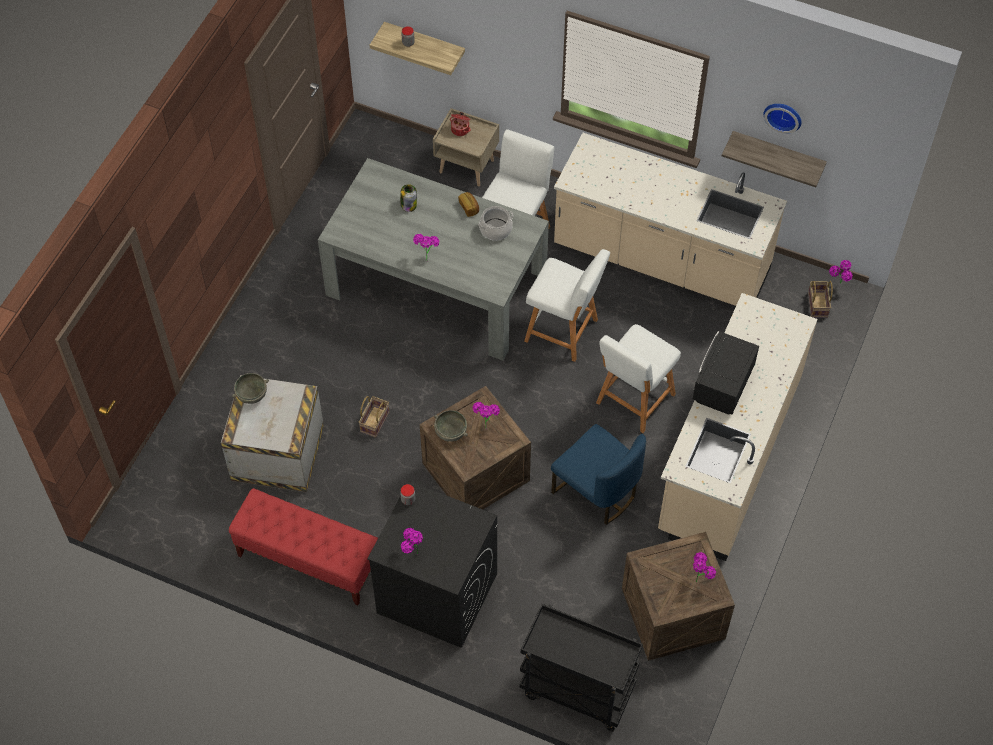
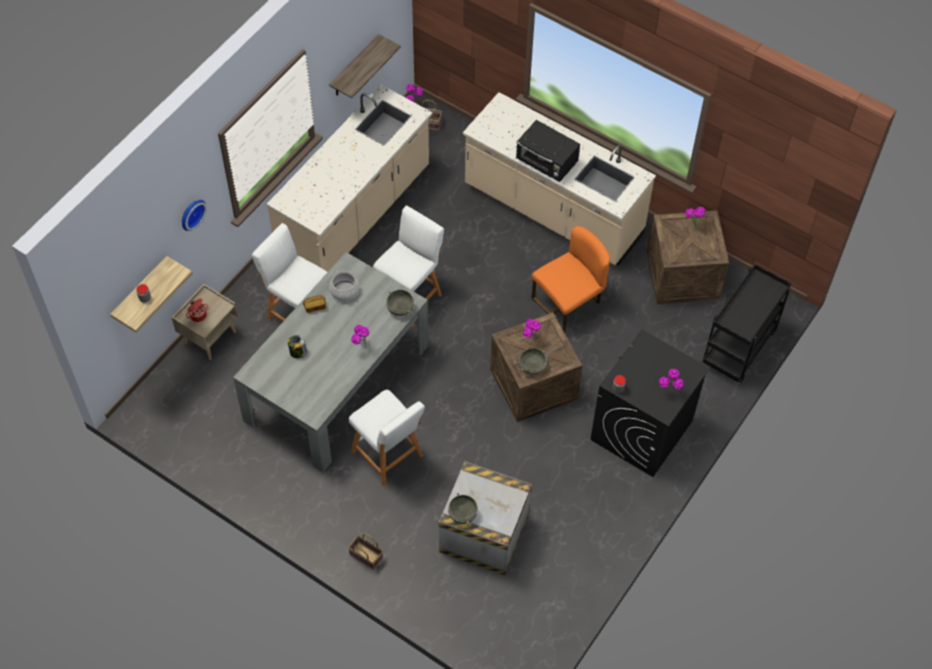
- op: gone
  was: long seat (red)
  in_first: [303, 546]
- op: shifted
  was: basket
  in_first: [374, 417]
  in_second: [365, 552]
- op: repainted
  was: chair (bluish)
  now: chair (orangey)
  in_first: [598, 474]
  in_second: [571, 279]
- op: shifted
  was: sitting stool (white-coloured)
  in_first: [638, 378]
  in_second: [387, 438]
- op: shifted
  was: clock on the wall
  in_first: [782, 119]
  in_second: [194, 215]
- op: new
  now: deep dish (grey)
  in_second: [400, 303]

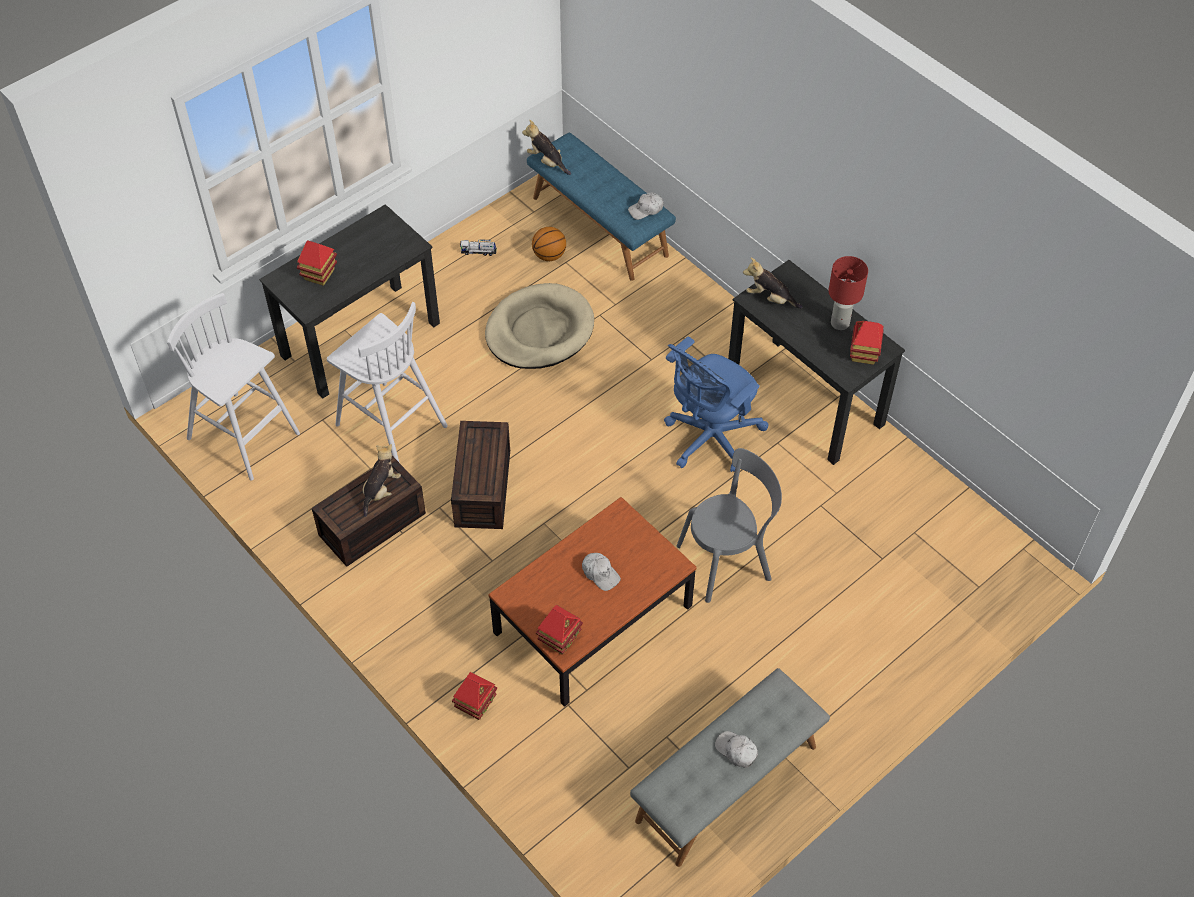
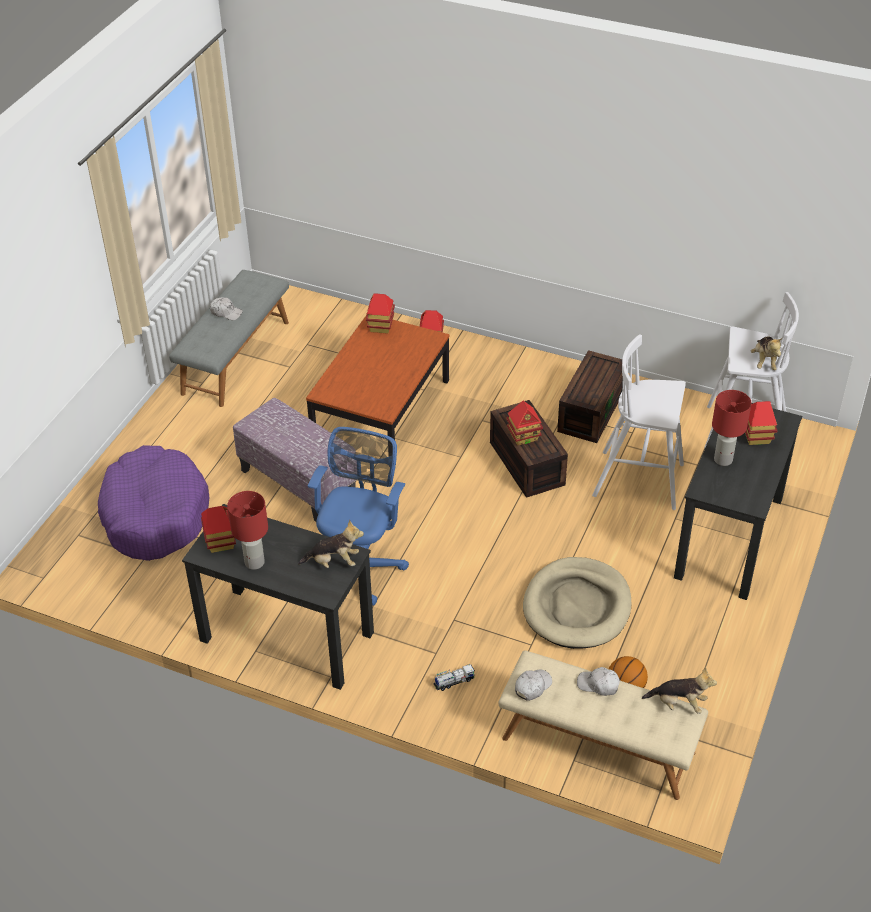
- op: shifted
  was: plush toy
  in_first: [382, 480]
  in_second: [767, 353]
- op: shifted
  was: toy lorry
  in_first: [478, 248]
  in_second: [454, 677]
- op: repainted
  was: long seat (bluish)
  now: long seat (beige-coloured)
  in_first: [601, 207]
  in_second: [603, 725]
- op: shifted
  was: peaked cap (white-coloured)
  in_first: [601, 572]
  in_second: [598, 681]
- op: swapped
  was: chair (grey)
  now: footrest
  in_first: [729, 525]
  in_second: [295, 460]
- op: new
  now: pet bed (purplish)
  in_second: [153, 503]
- op: new
  now: model house
  in_second: [524, 423]
- op: new
  now: table lamp (red)
  in_second: [732, 428]

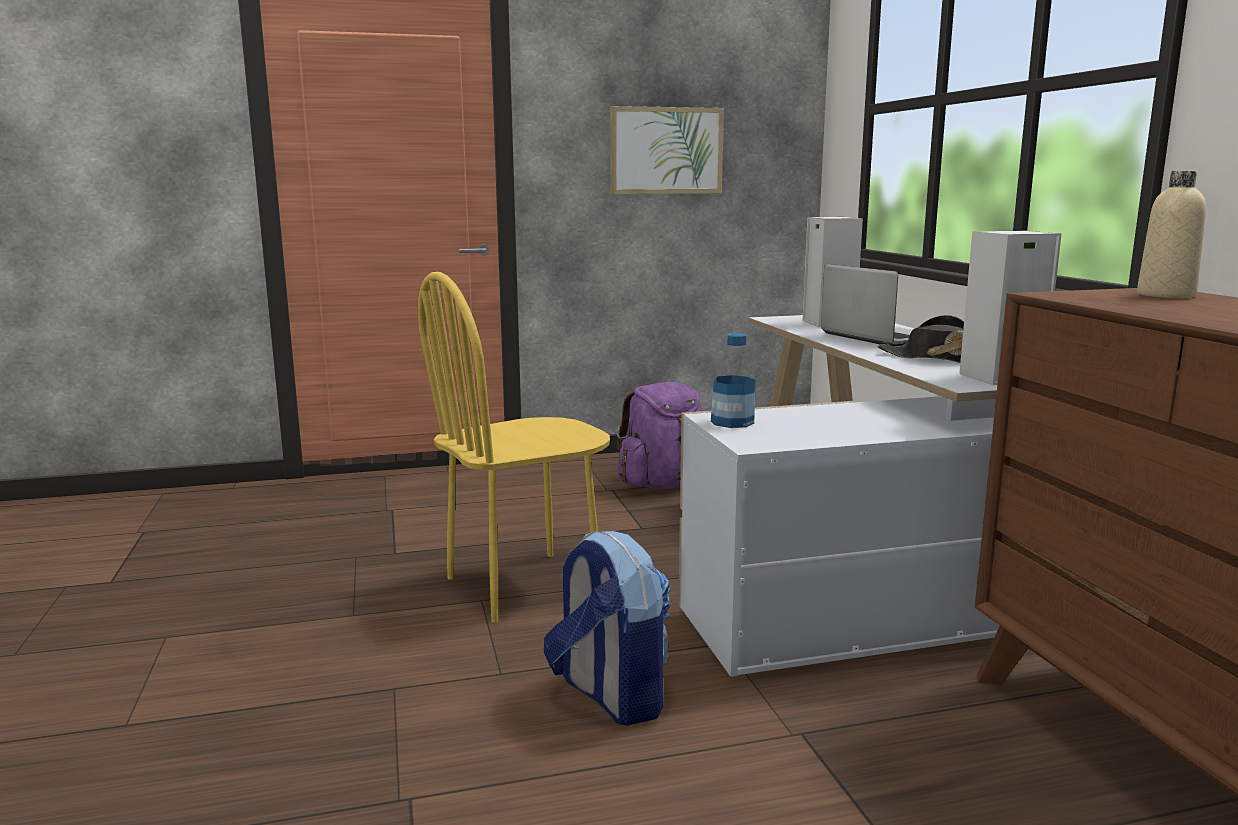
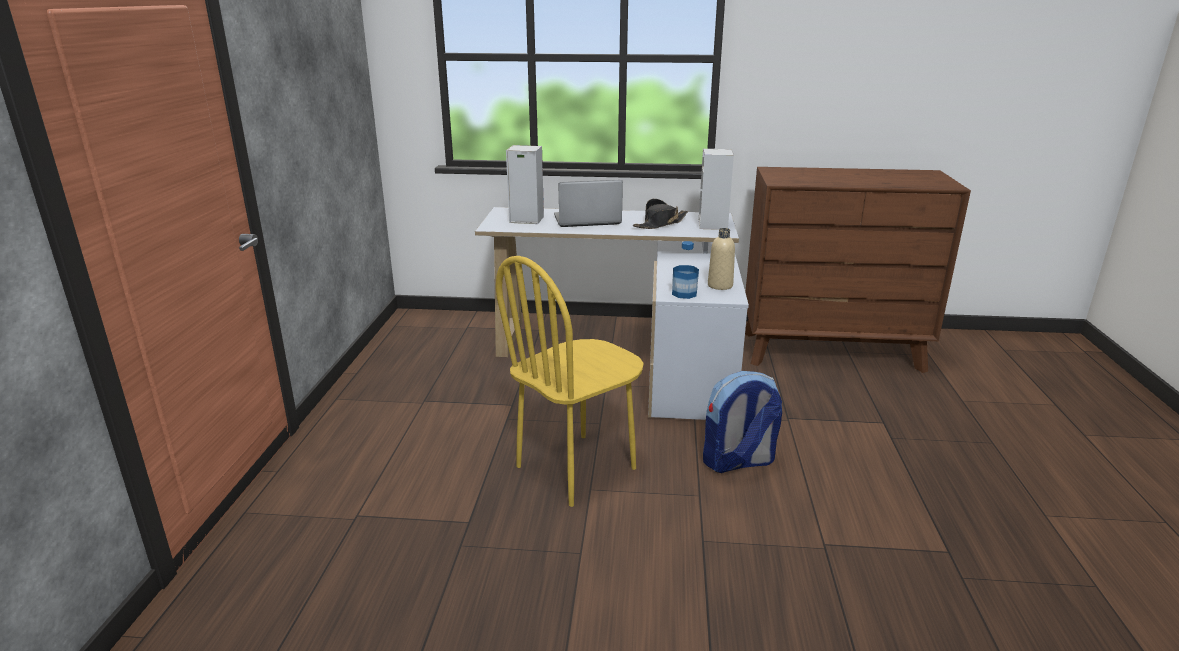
- op: rotated
  was: chair (yellow-coloured)
  in_first: [514, 447]
  in_second: [570, 381]
  clockwise: 60
- op: gone
  was: wall picture
  in_first: [667, 150]
- op: gone
  was: rucksack (purplish)
  in_first: [660, 435]
- op: shifted
  was: drink bottle (beige-coloured)
  in_first: [1171, 234]
  in_second: [721, 259]

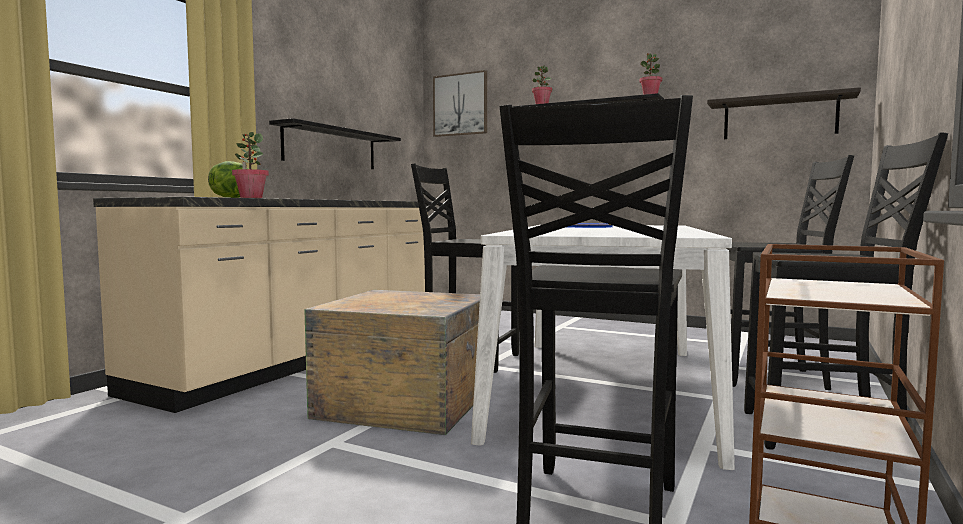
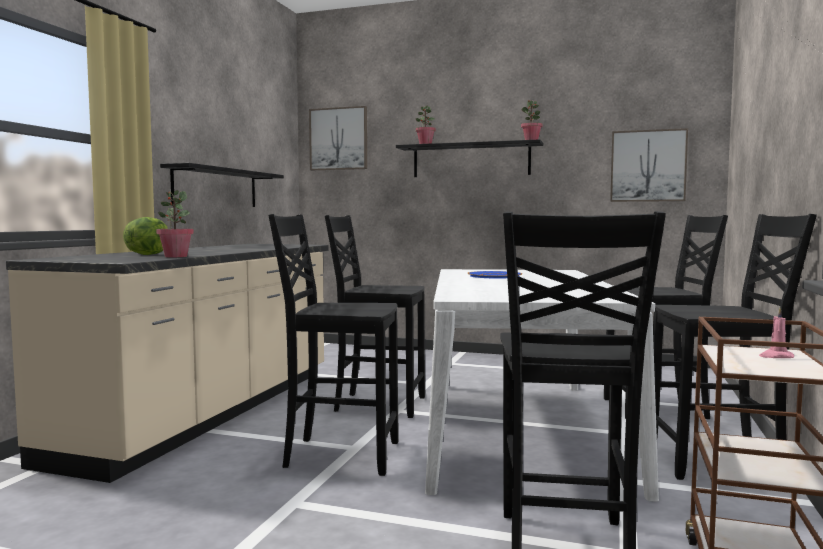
- op: swapped
  was: packing crate
  now: chair (black-coloured)
  in_first: [392, 362]
  in_second: [333, 345]
- op: swapped
  was: bracket shelf
  now: wall picture
  in_first: [784, 113]
  in_second: [649, 165]
- op: new
  now: candle (pink)
  in_second: [776, 332]

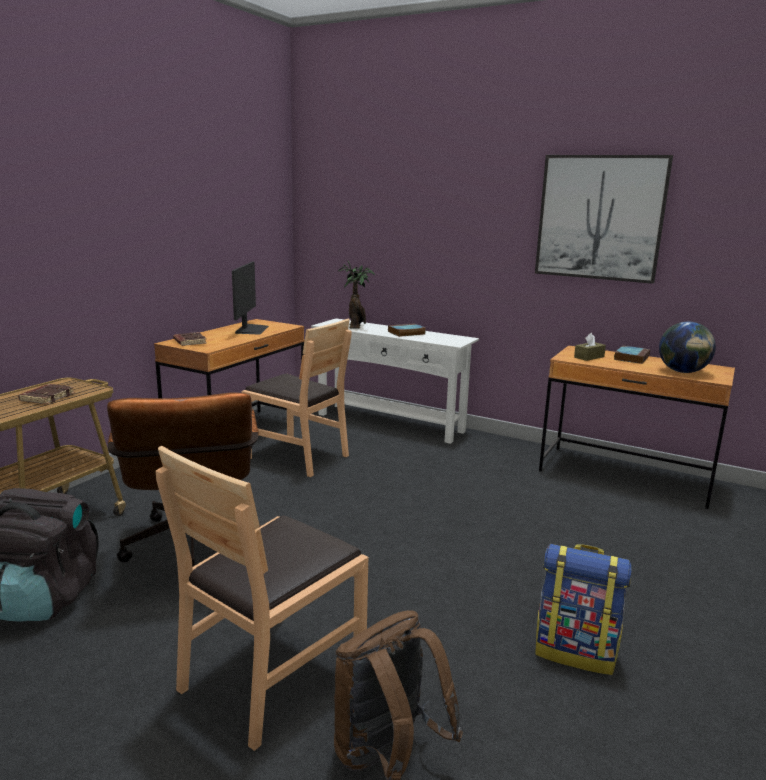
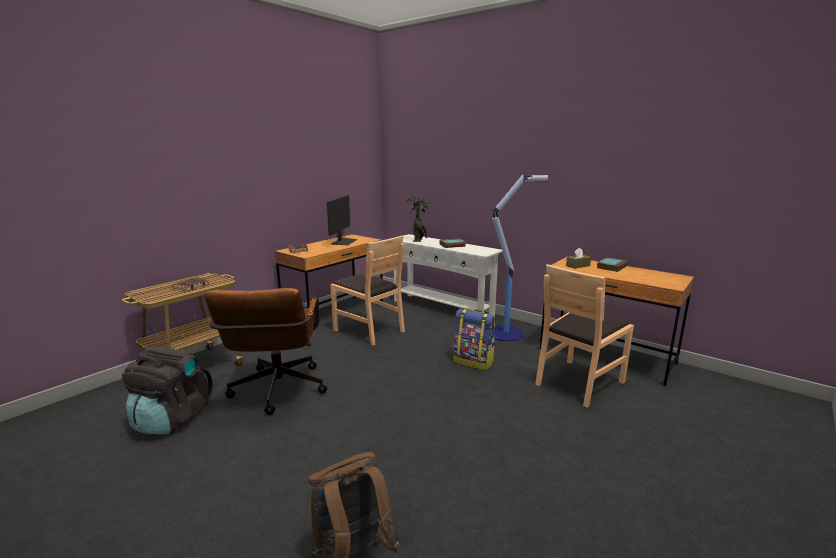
- op: shifted
  was: chair (brown-coloured)
  in_first: [262, 598]
  in_second: [584, 336]
- op: gone
  was: wall picture
  in_first: [604, 219]
- op: shifted
  was: rucksack
  in_first: [583, 609]
  in_second: [474, 339]
- op: gone
  was: globe
  in_first: [687, 347]
- op: new
  now: floor lamp
  in_second: [520, 258]

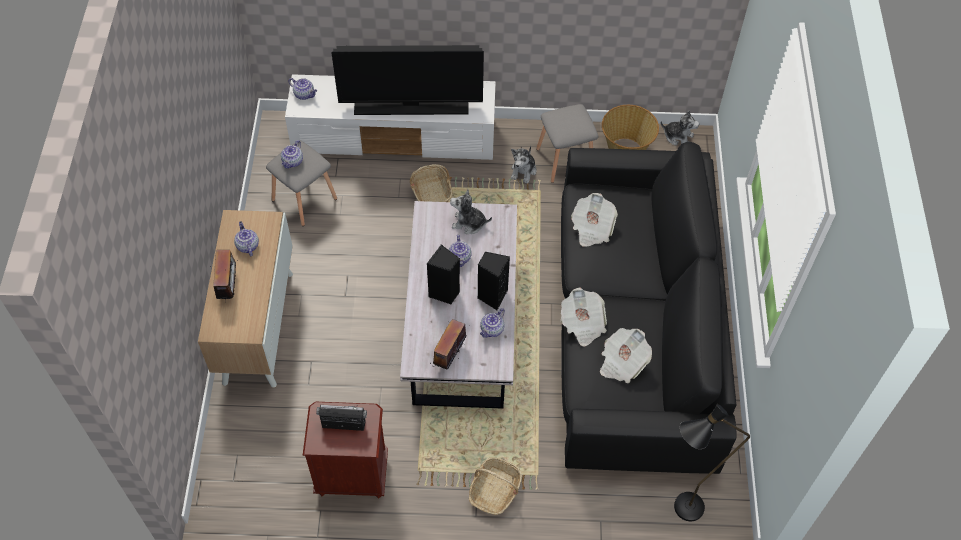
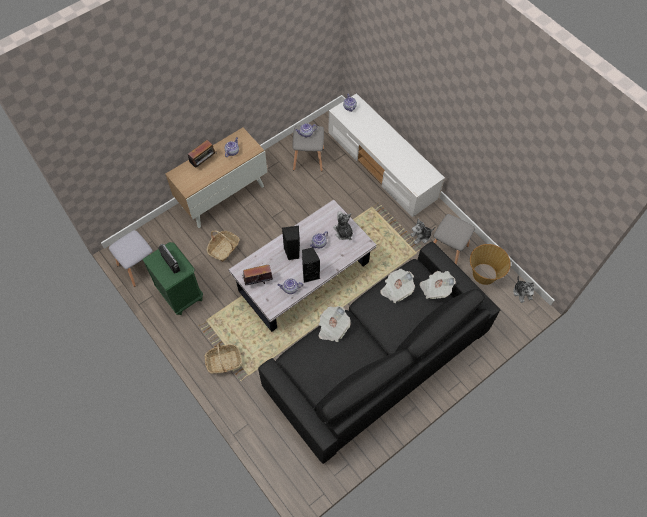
- op: repainted
  was: night table (brown-coloured)
  now: night table (greenish)
  in_first: [345, 450]
  in_second: [172, 278]
- op: gone
  was: television
  in_first: [407, 80]
- op: shifted
  was: basket
  in_first: [431, 183]
  in_second: [223, 246]
- op: shifted
  was: daily paper
  in_first: [626, 355]
  in_second: [437, 285]
- op: gone
  was: floor lamp (black-coloured)
  in_first: [712, 462]
- op: new
  now: sitting stool (grey)
  in_second: [131, 258]

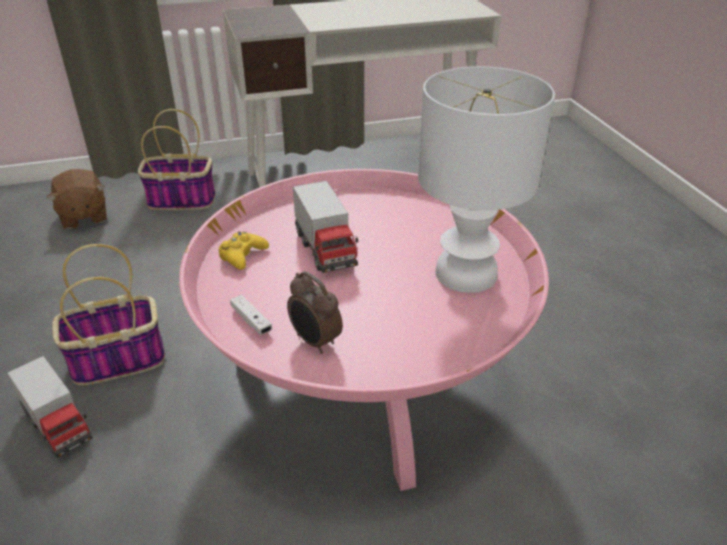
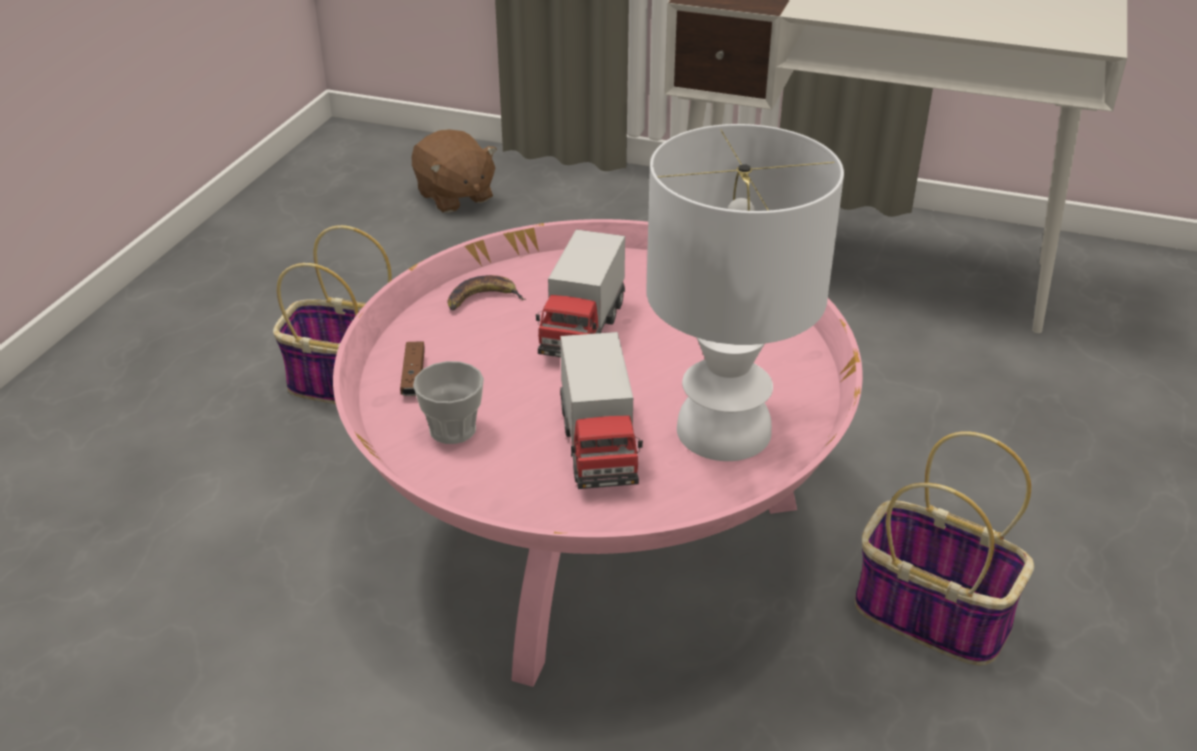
- op: shifted
  was: toy lorry
  in_first: [50, 407]
  in_second: [601, 410]
- op: rotated
  was: plush toy (brown-coloured)
  in_first: [77, 199]
  in_second: [454, 171]
  clockwise: -45
- op: shifted
  was: basket
  in_first: [177, 159]
  in_second: [944, 548]
- op: swapped
  was: game controller (yellow-coloured)
  now: banana
  in_first: [244, 250]
  in_second: [487, 292]
- op: repainted
  was: game controller (white-coloured)
  now: game controller (brown-coloured)
  in_first: [251, 315]
  in_second: [412, 368]
- op: swapped
  was: table clock
  now: drinking cup
  in_first: [315, 312]
  in_second: [448, 402]

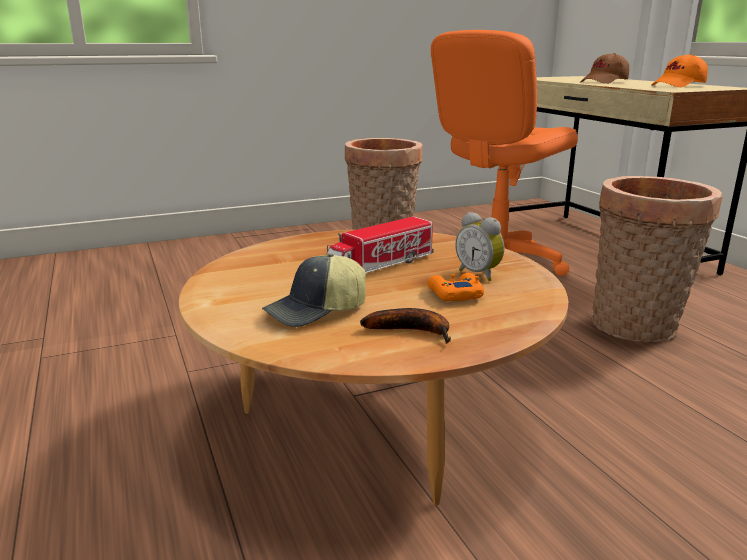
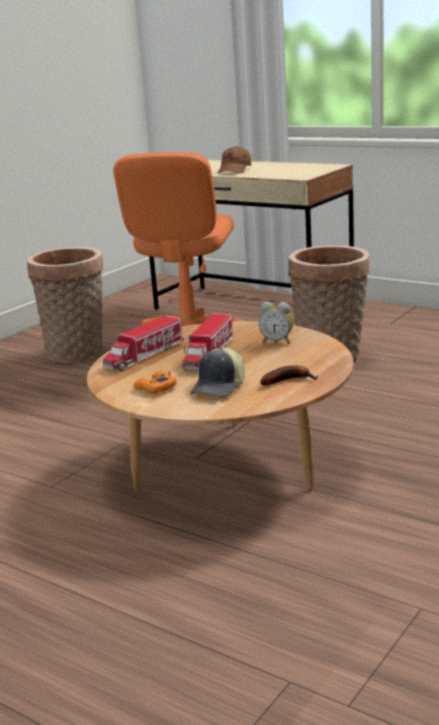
- op: shifted
  was: game controller (orangey)
  in_first: [455, 287]
  in_second: [155, 382]
- op: gone
  was: peaked cap (orangey)
  in_first: [679, 70]
- op: new
  now: toy lorry
  in_second: [143, 343]

